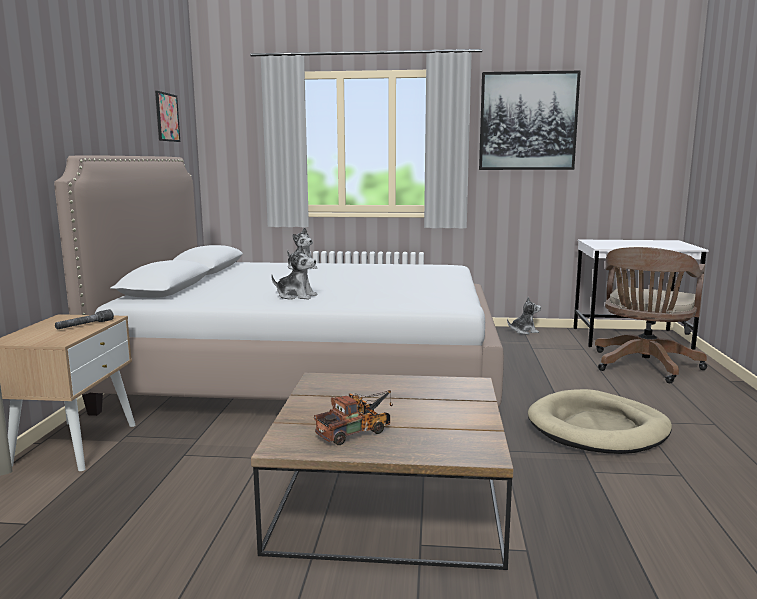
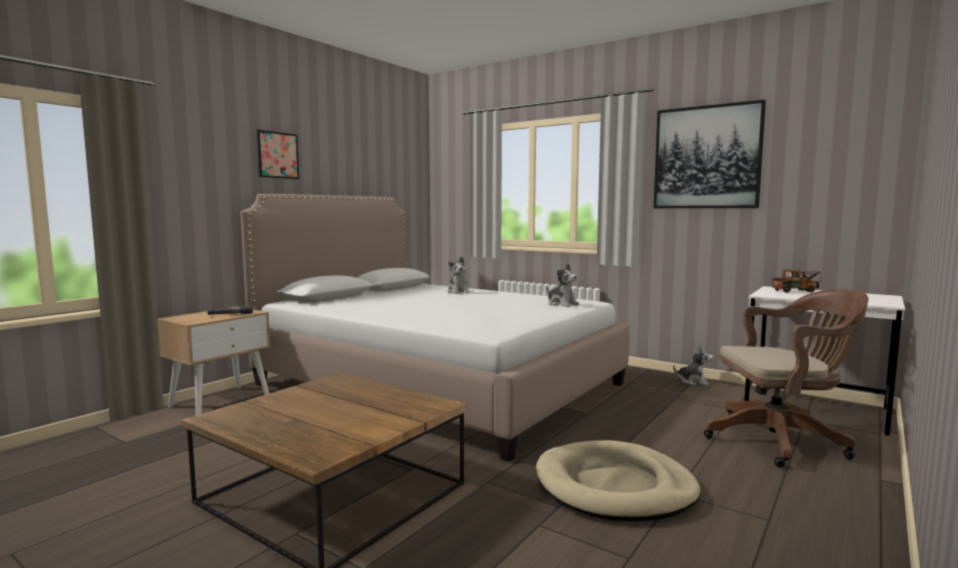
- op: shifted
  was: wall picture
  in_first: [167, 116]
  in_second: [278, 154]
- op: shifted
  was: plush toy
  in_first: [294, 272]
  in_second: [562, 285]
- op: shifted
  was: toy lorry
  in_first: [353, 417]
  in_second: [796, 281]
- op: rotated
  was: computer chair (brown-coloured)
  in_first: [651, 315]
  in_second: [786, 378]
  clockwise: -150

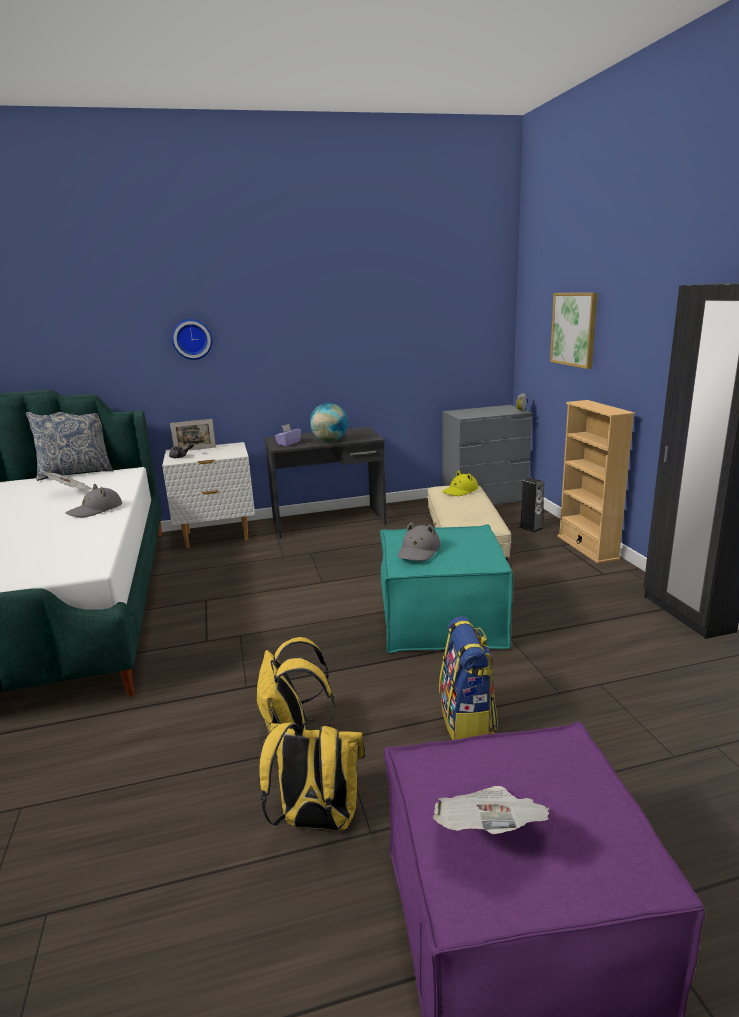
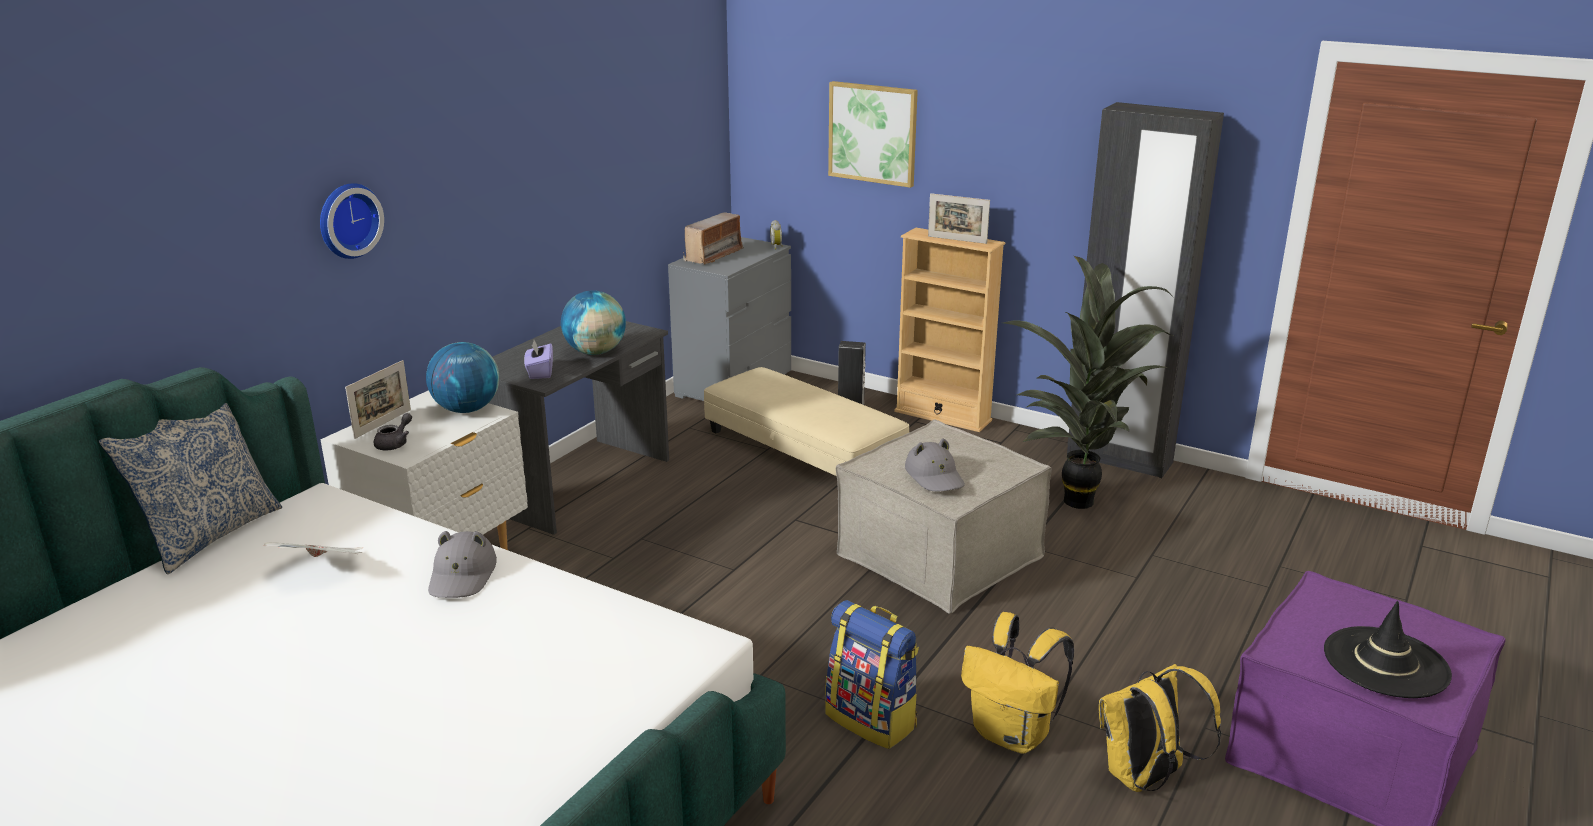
- op: repainted
  was: footrest (turquoise)
  now: footrest (beige-coloured)
  in_first: [446, 588]
  in_second: [944, 517]
- op: swapped
  was: daily paper
  now: hat (black-coloured)
  in_first: [491, 810]
  in_second: [1388, 649]
- op: shifted
  was: rucksack
  in_first: [468, 678]
  in_second: [872, 674]
- op: gone
  was: hat (yellow-coloured)
  in_first: [460, 483]
- op: new
  now: globe
  in_second: [462, 377]
- op: new
  now: radio set
  in_second: [713, 238]
- op: new
  now: picture frame
  in_second: [959, 218]
- op: new
  now: plant in a pot
  in_second: [1088, 382]

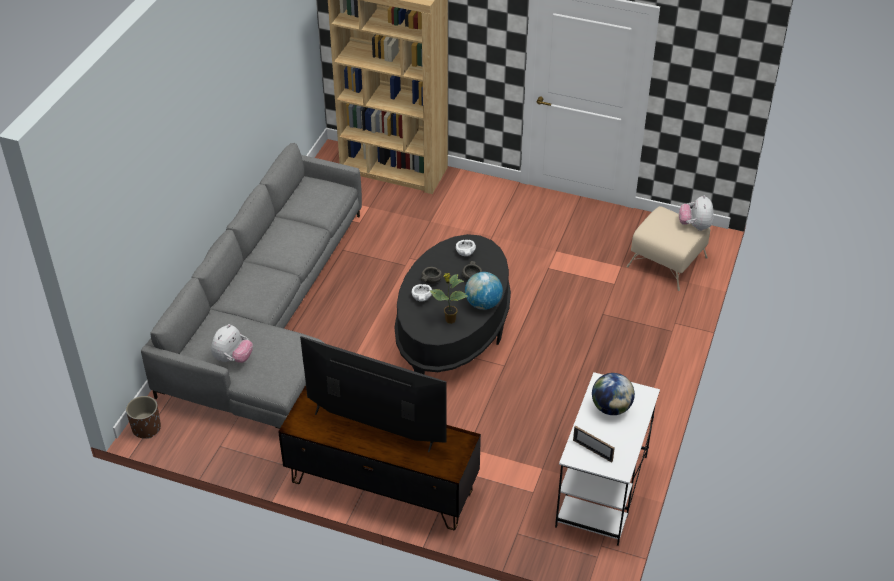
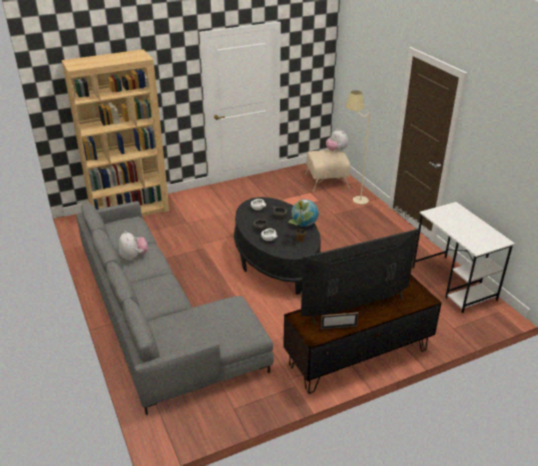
- op: gone
  was: planter (brown-coloured)
  in_first: [143, 417]
- op: shifted
  was: plush toy
  in_first: [232, 343]
  in_second: [133, 246]
- op: shifted
  was: picture frame
  in_first: [594, 444]
  in_second: [340, 320]
- op: gone
  was: globe
  in_first: [613, 394]
- op: new
  now: floor lamp (beige-coloured)
  in_second: [358, 147]

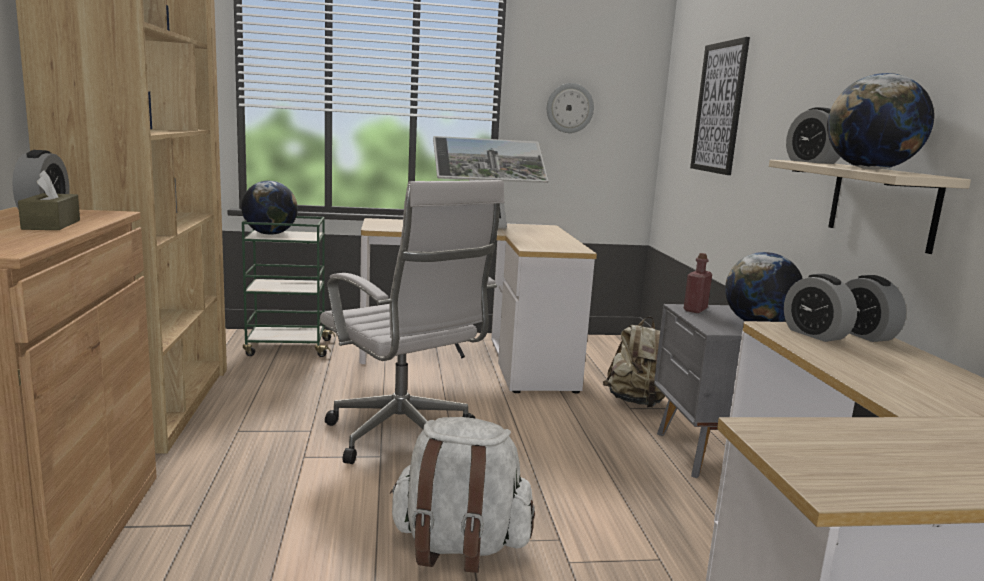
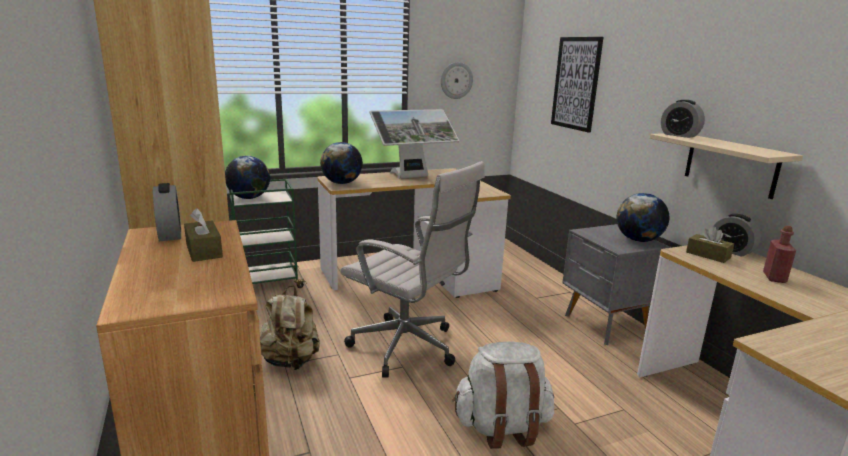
- op: shifted
  was: rucksack (beige-coloured)
  in_first: [634, 362]
  in_second: [290, 327]
- op: shifted
  was: drink bottle (red)
  in_first: [697, 283]
  in_second: [779, 254]
- op: swapped
  was: table clock
  now: box of tissues (brown-coloured)
  in_first: [820, 308]
  in_second: [710, 244]
- op: shifted
  was: globe
  in_first: [880, 121]
  in_second: [341, 163]

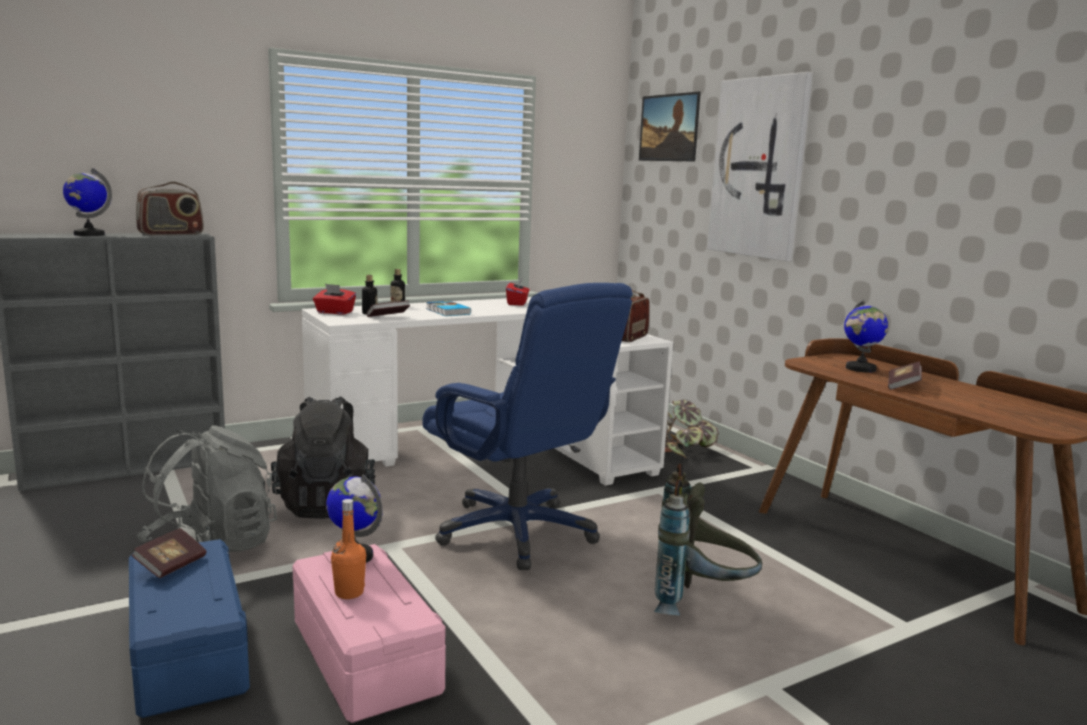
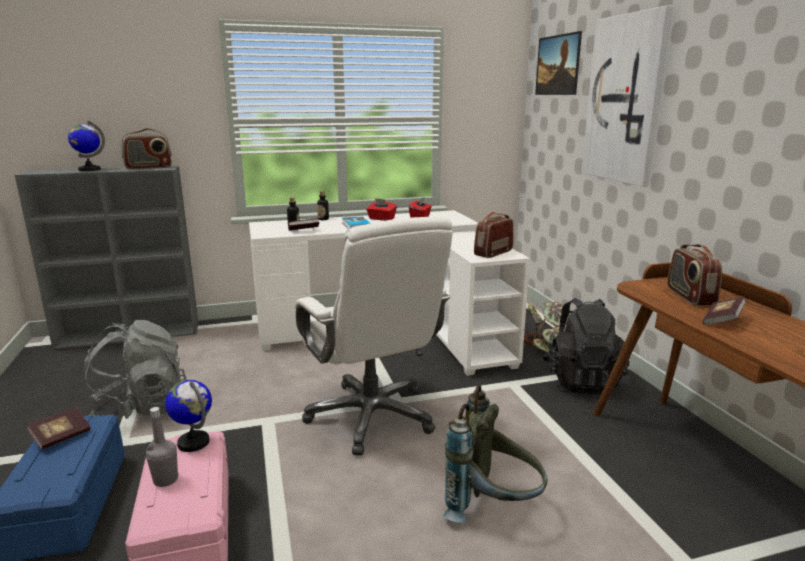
- op: shifted
  was: rucksack (black-coloured)
  in_first: [323, 457]
  in_second: [586, 346]
- op: shifted
  was: box of tissues (red)
  in_first: [334, 299]
  in_second: [381, 209]
- op: repainted
  was: drink bottle (orangey)
  now: drink bottle (grey)
  in_first: [348, 549]
  in_second: [162, 447]
- op: repainted
  was: computer chair (bluish)
  now: computer chair (white-coloured)
  in_first: [527, 426]
  in_second: [374, 336]
- op: swapped
  was: globe
  now: radio set
  in_first: [866, 335]
  in_second: [694, 274]

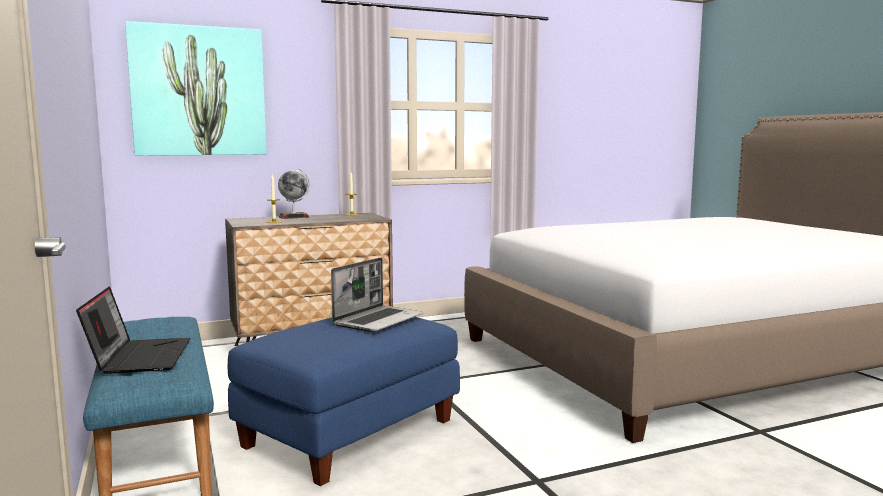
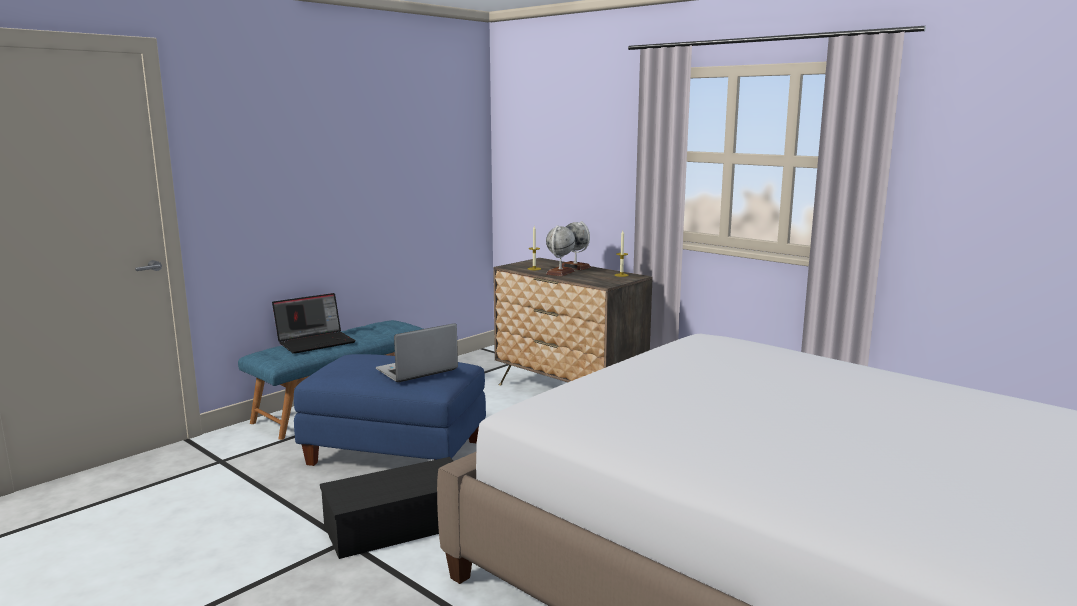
- op: gone
  was: wall picture
  in_first: [196, 88]
- op: rotated
  was: laptop
  in_first: [377, 294]
  in_second: [417, 352]
  clockwise: 135
- op: new
  now: storage container (black-coloured)
  in_second: [386, 508]
- op: new
  now: globe
  in_second: [560, 251]

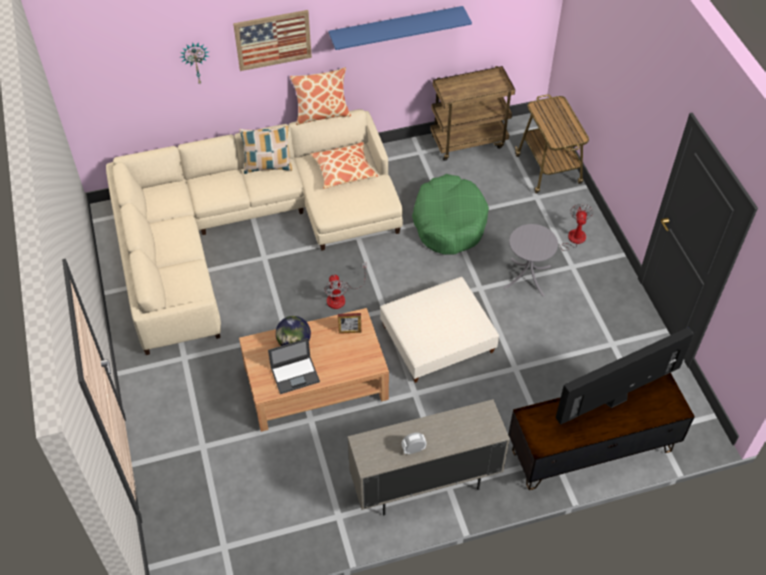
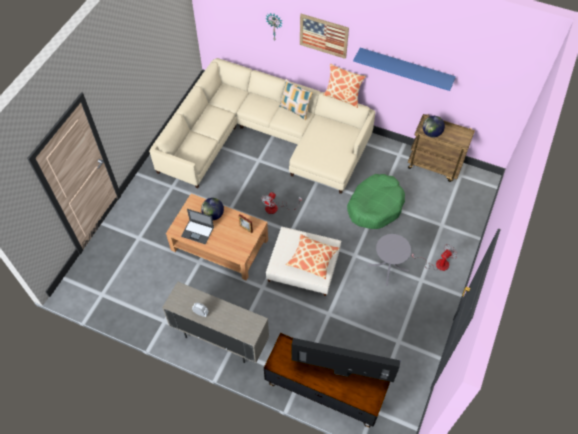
- op: shifted
  was: throw pillow
  in_first: [344, 165]
  in_second: [312, 256]
- op: gone
  was: cart
  in_first: [552, 144]
- op: new
  now: globe
  in_second: [434, 127]

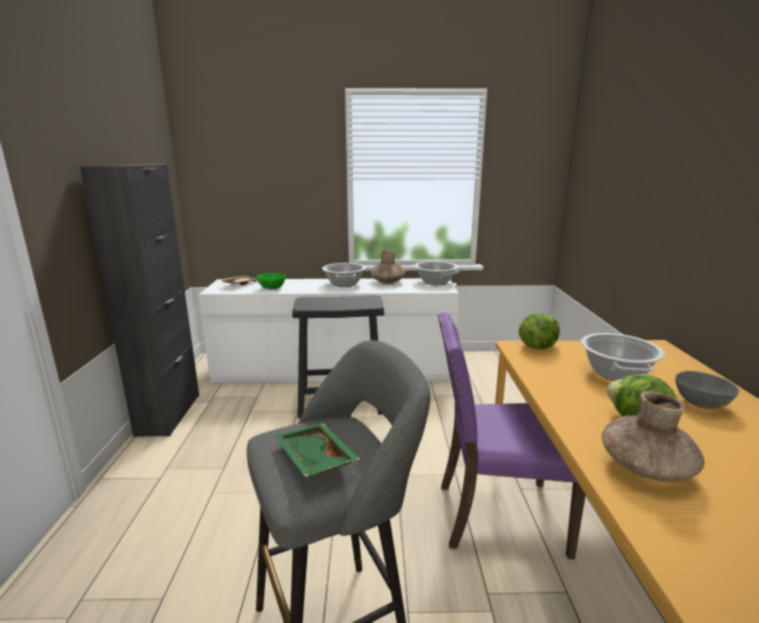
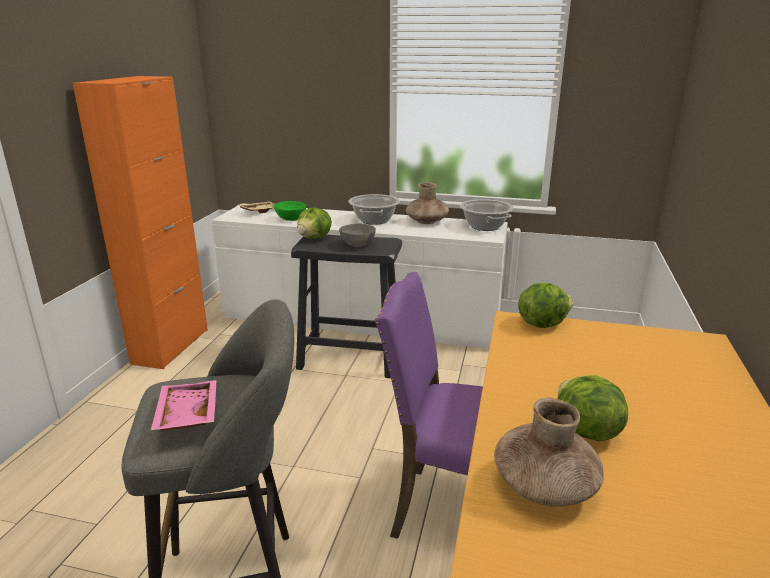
- op: repainted
  was: storage cabinet (black-coloured)
  now: storage cabinet (orangey)
  in_first: [139, 300]
  in_second: [140, 222]
- op: repainted
  was: serving tray (greenish)
  now: serving tray (pink)
  in_first: [317, 450]
  in_second: [184, 405]
- op: gone
  was: cooking pot
  in_first: [623, 357]
- op: shifted
  was: deep dish (grey)
  in_first: [707, 390]
  in_second: [357, 235]
- op: new
  now: lettuce
  in_second: [314, 223]

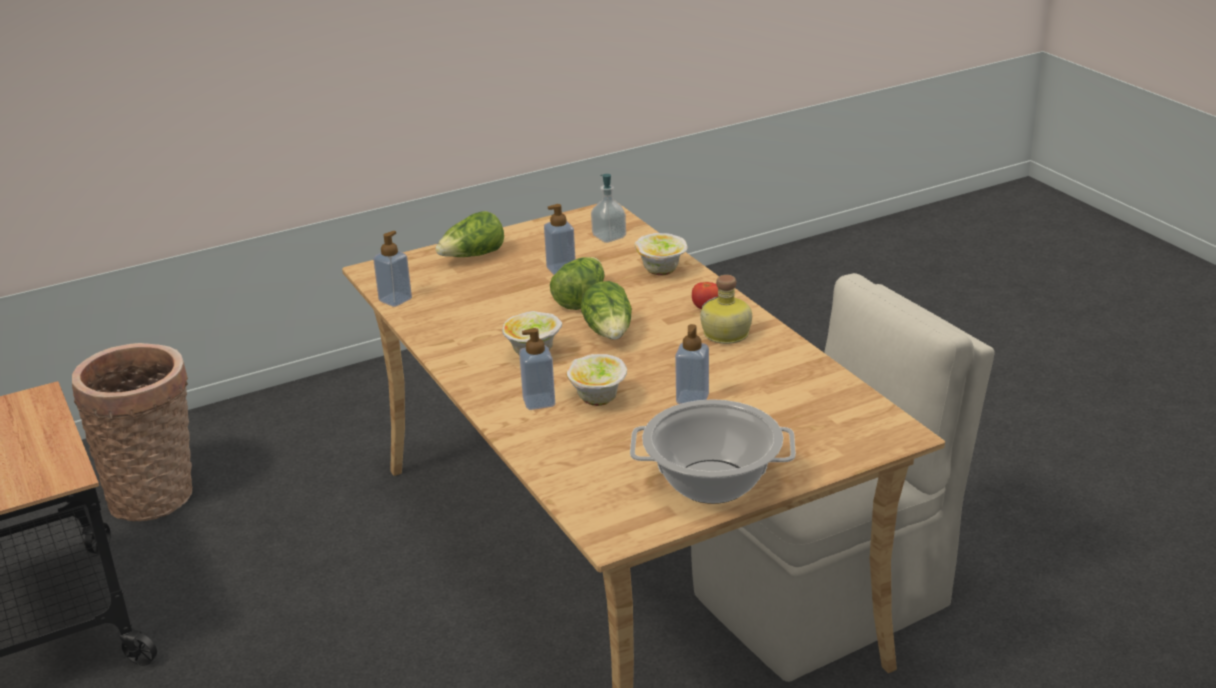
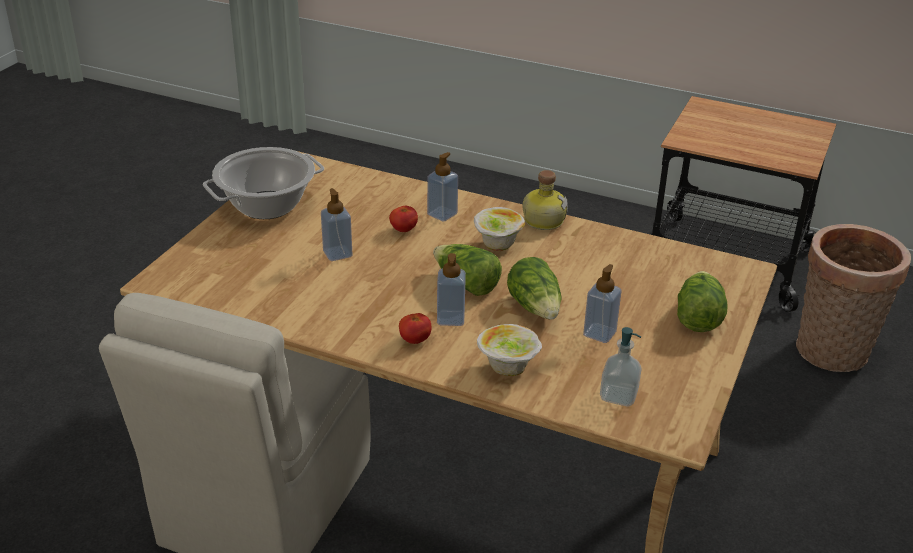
- op: shifted
  was: soap dispenser
  in_first: [392, 269]
  in_second: [451, 289]
- op: swapped
  was: deep dish
  now: tomato
  in_first: [596, 380]
  in_second: [403, 218]
- op: shifted
  was: drink bottle
  in_first: [726, 309]
  in_second: [545, 200]

